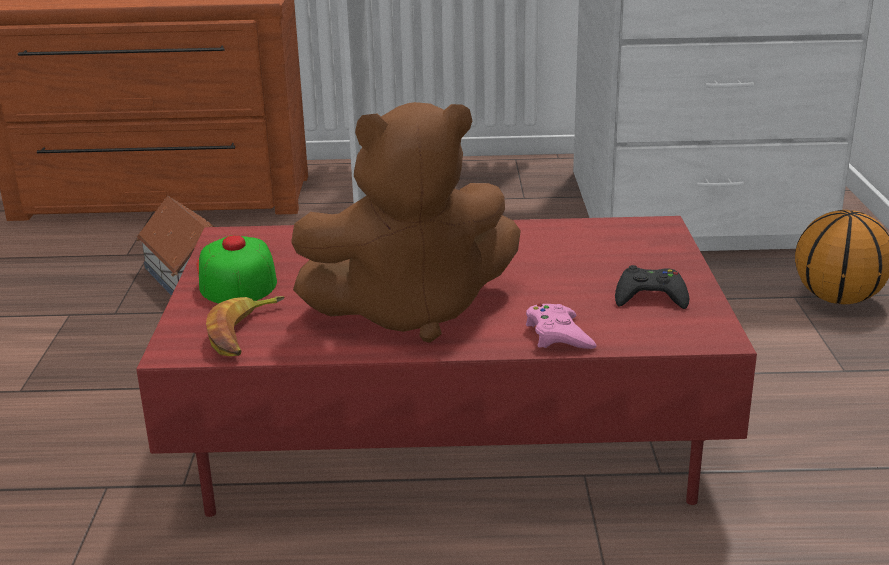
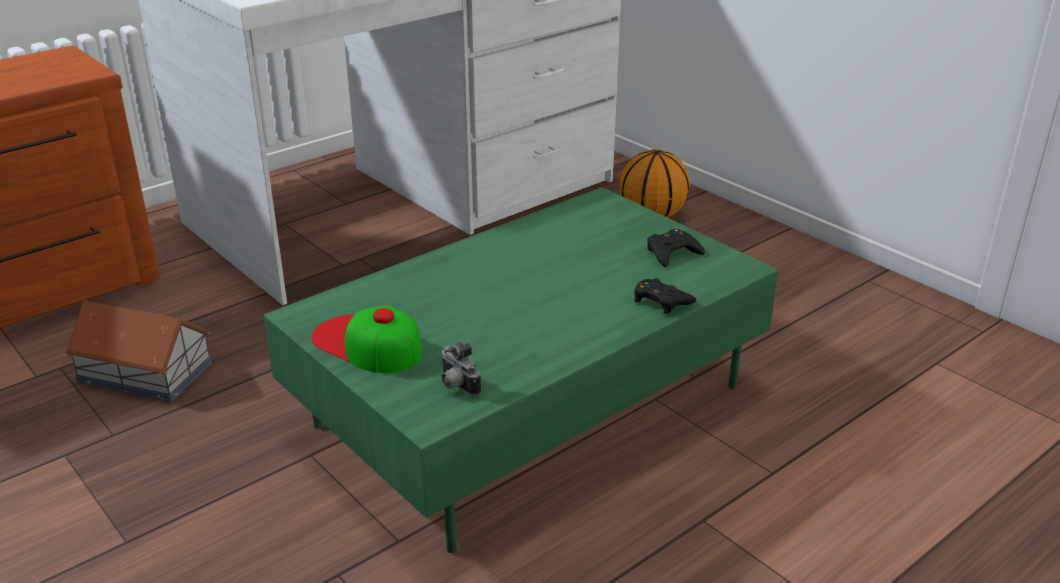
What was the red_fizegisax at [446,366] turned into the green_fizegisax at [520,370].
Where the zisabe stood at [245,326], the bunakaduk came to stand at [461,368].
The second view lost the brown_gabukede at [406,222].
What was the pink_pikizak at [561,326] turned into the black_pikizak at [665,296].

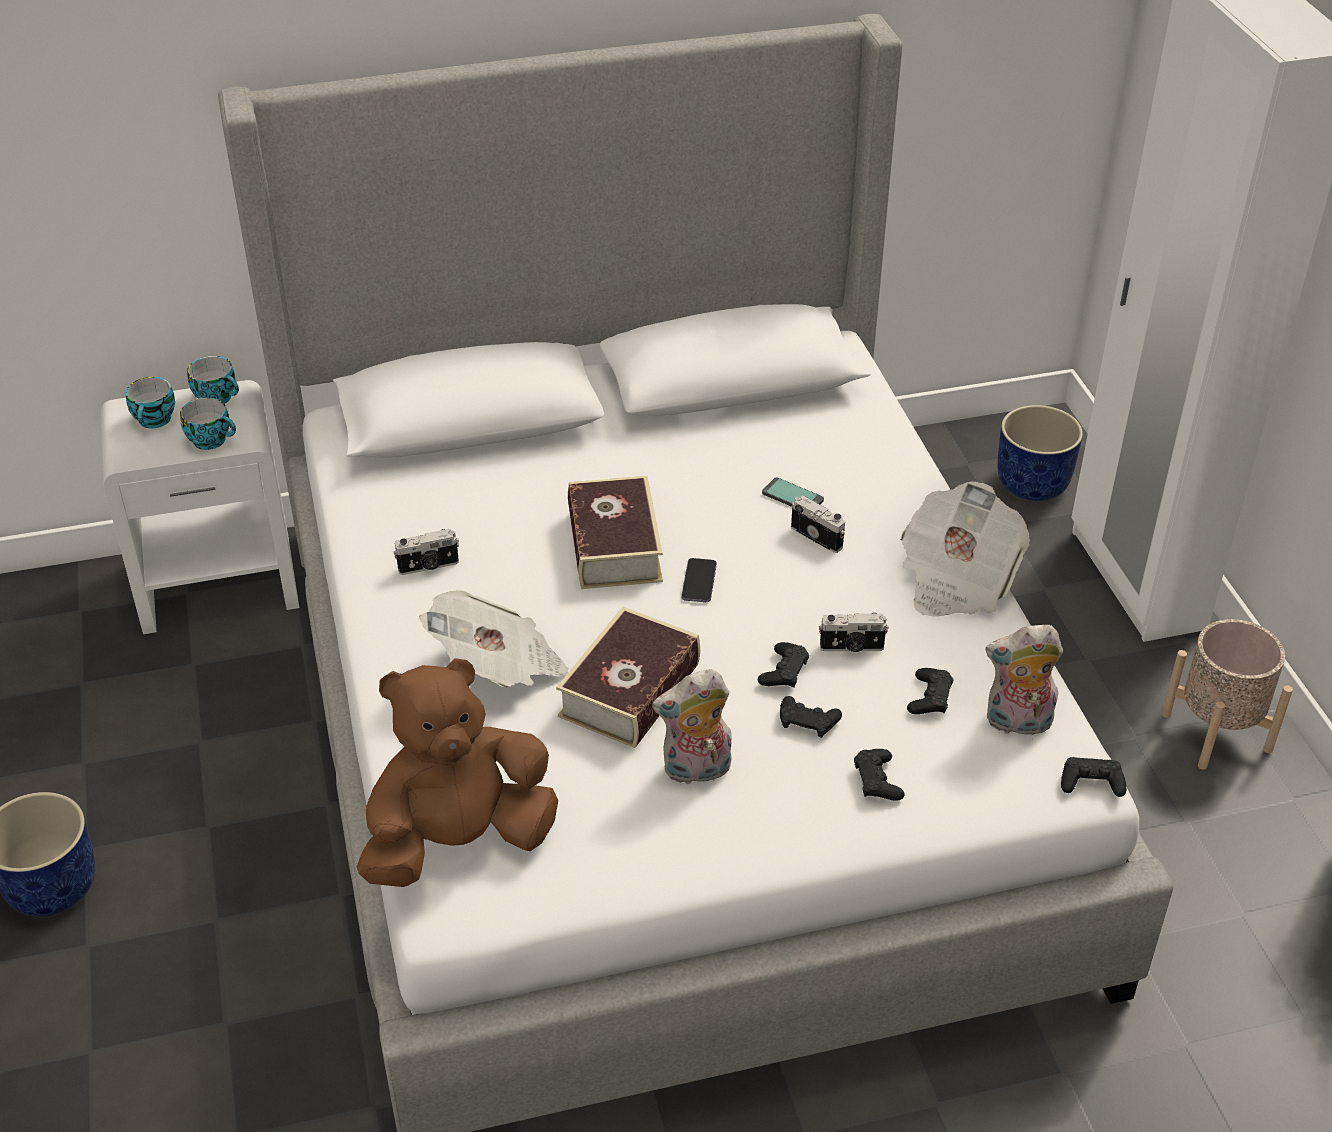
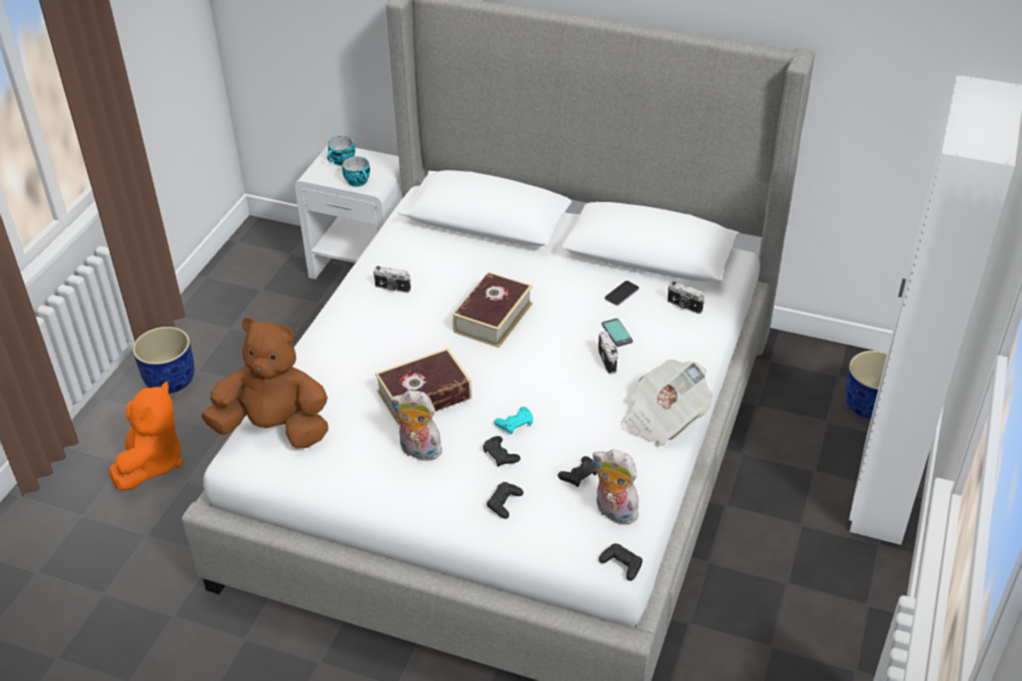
The second view lost the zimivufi at [213,380].
The second view lost the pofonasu at [494,639].
The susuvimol ended up elsewhere, having gone from [699,580] to [622,293].
What was the black_pikizak at [783,665] turned into the turquoise_pikizak at [513,420].
The bunakaduk ended up elsewhere, having gone from [854,632] to [686,298].
The second view lost the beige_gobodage at [1227,694].
The second view gained the orange_gabukede at [146,436].

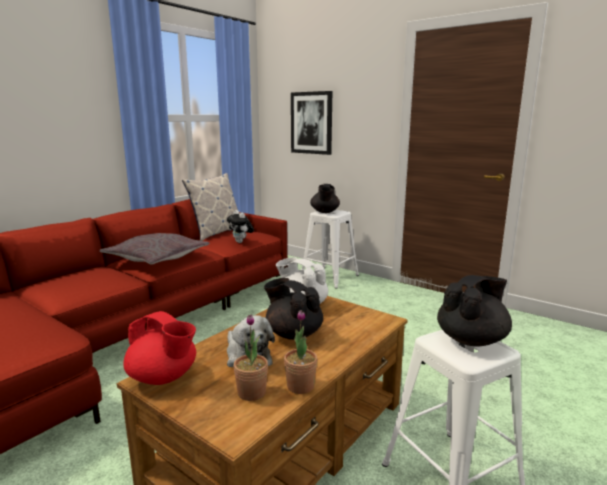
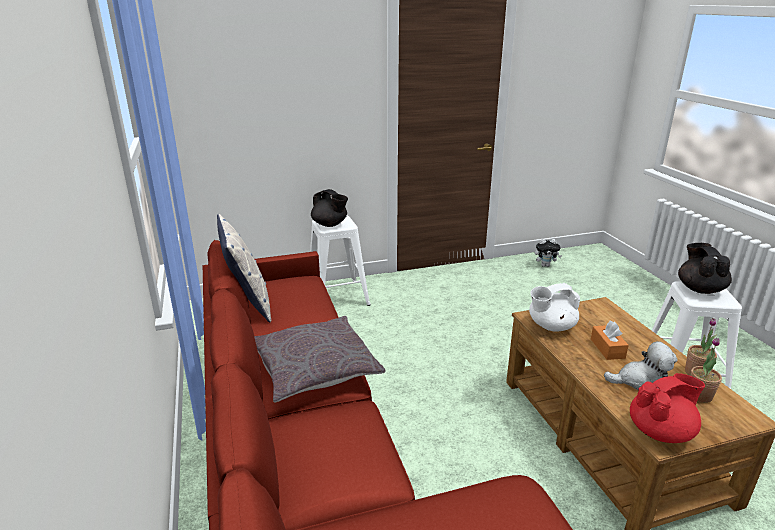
The gabukede ended up elsewhere, having gone from [240,226] to [548,253].
Where the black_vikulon stood at [293,309], the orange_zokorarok came to stand at [610,340].
The second view lost the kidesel at [311,123].

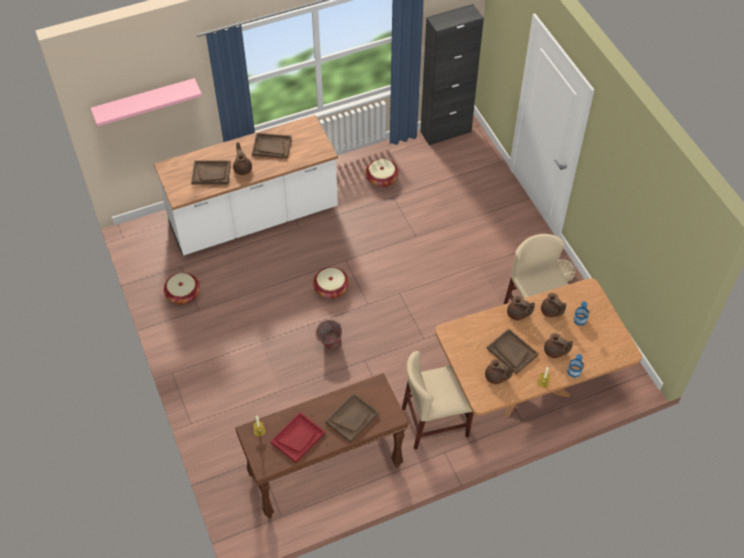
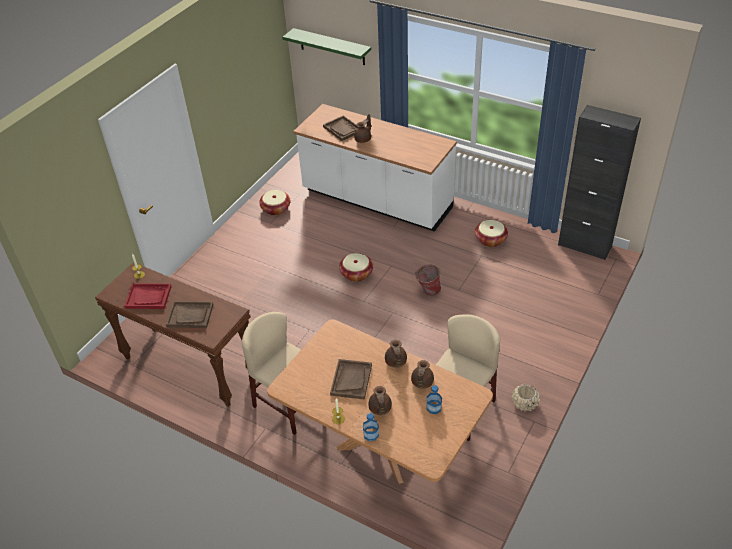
What was the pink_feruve at [146,102] turned into the green_feruve at [326,46].
The second view lost the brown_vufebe at [272,146].
The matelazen ended up elsewhere, having gone from [328,334] to [428,280].
The second view lost the brown_vikulon at [499,371].

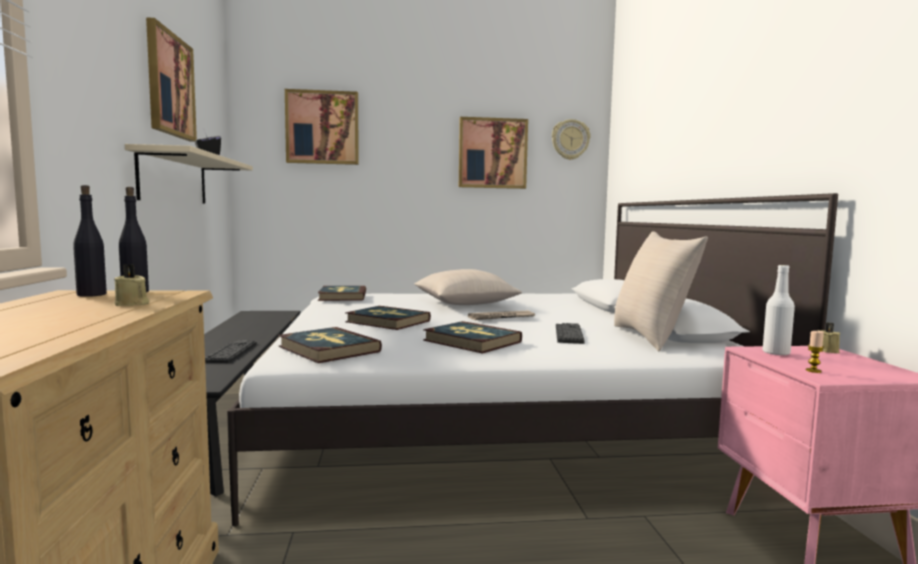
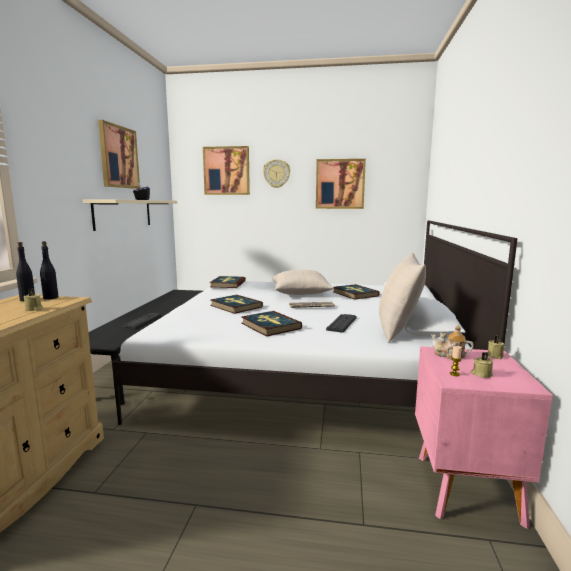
The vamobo ended up elsewhere, having gone from [330,345] to [356,292].
The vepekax ended up elsewhere, having gone from [571,139] to [276,173].
Where the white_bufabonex stood at [778,310], the vikulon came to stand at [452,342].
The second view gained the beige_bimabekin at [482,365].

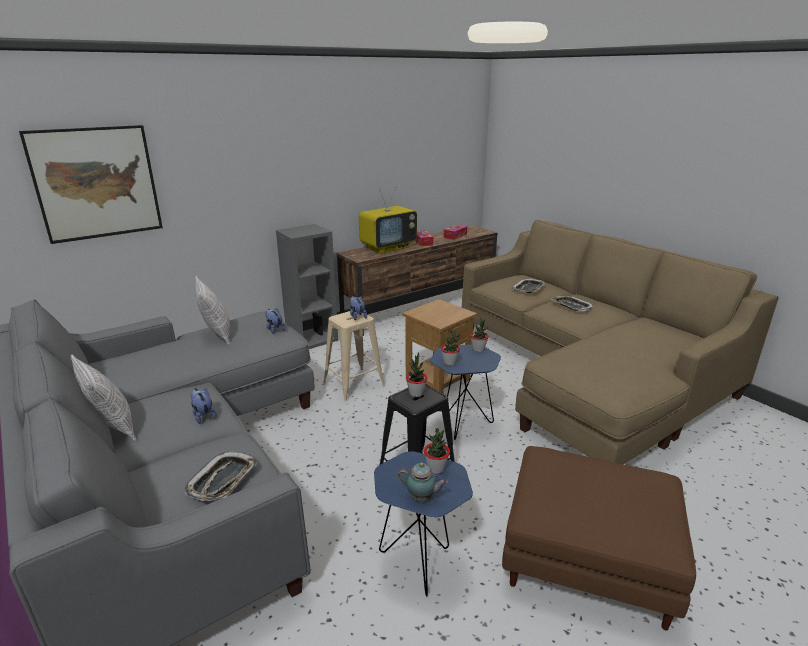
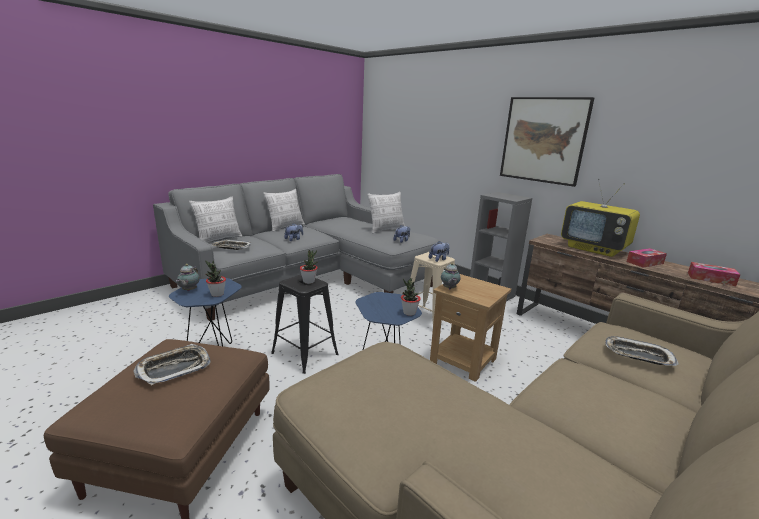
The kidesel ended up elsewhere, having gone from [91,184] to [547,142].
The second view lost the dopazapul at [450,348].
The vufebe ended up elsewhere, having gone from [572,303] to [172,364].
The second view gained the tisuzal at [216,220].
The second view gained the vikulon at [451,276].

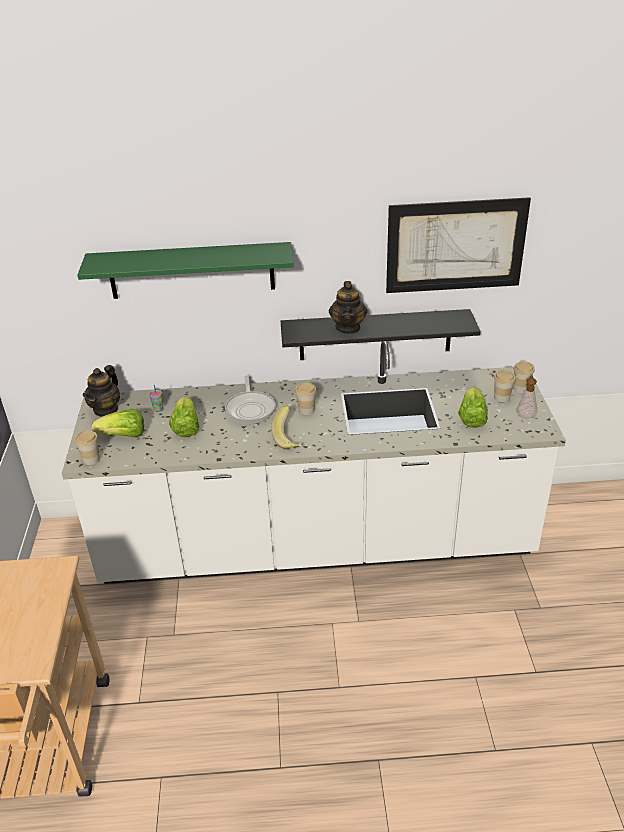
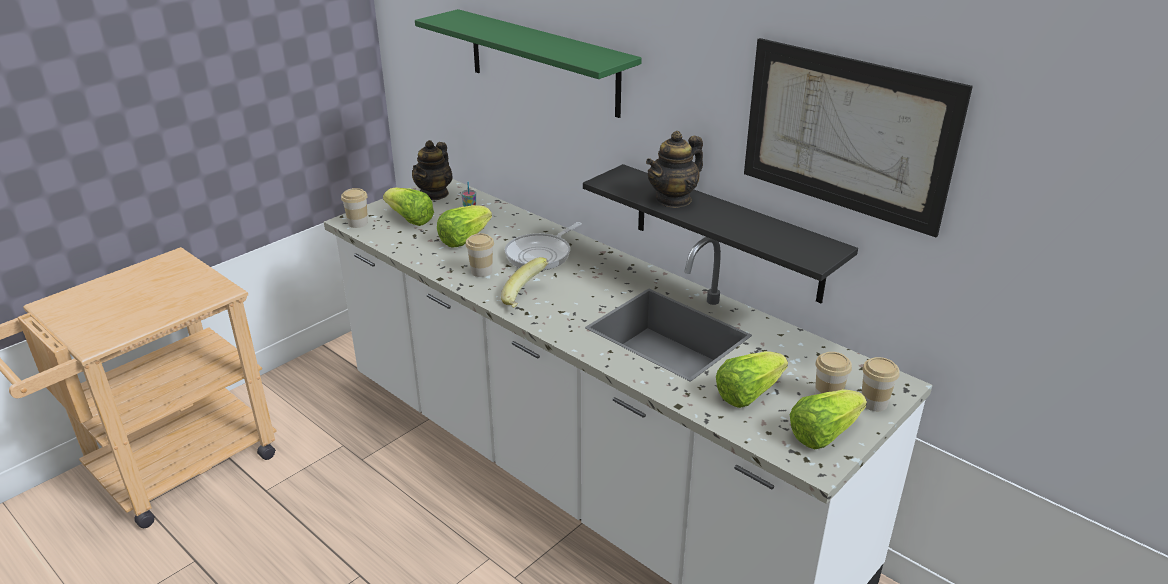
The vikulon at [101,391] ended up facing another way, 45 degrees counterclockwise from before.
The zimivufi ended up elsewhere, having gone from [306,398] to [479,255].
Where the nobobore stood at [526,397], the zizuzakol came to stand at [828,419].

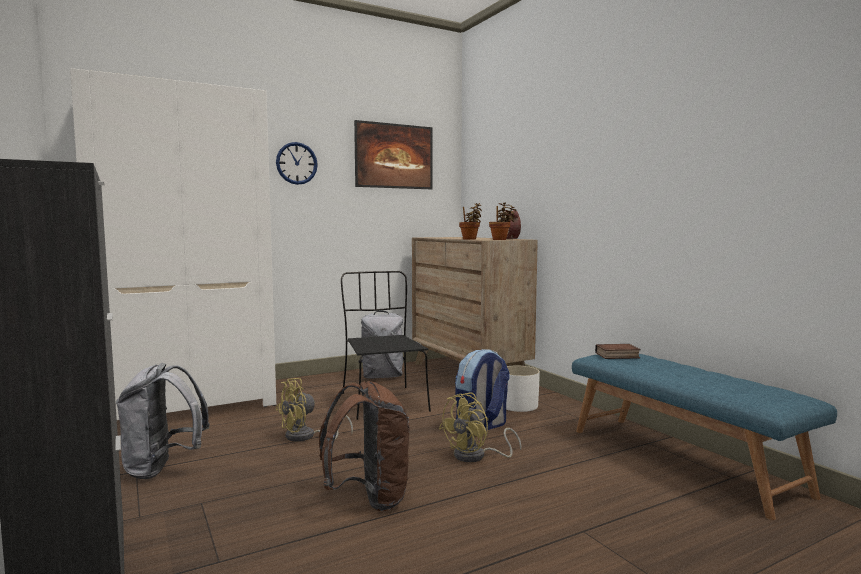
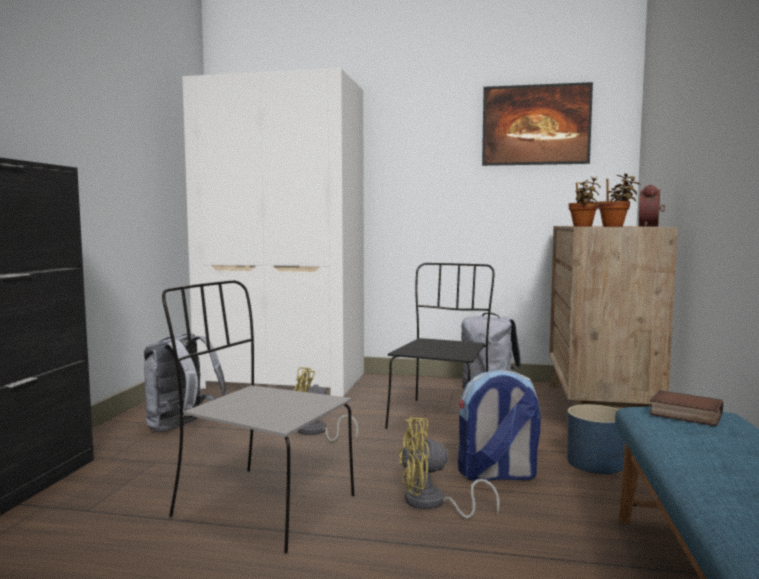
The second view lost the vepekax at [297,163].
Where the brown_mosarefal stood at [364,446], the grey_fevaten came to stand at [258,416].
What was the white_gobodage at [523,389] turned into the blue_gobodage at [596,439].

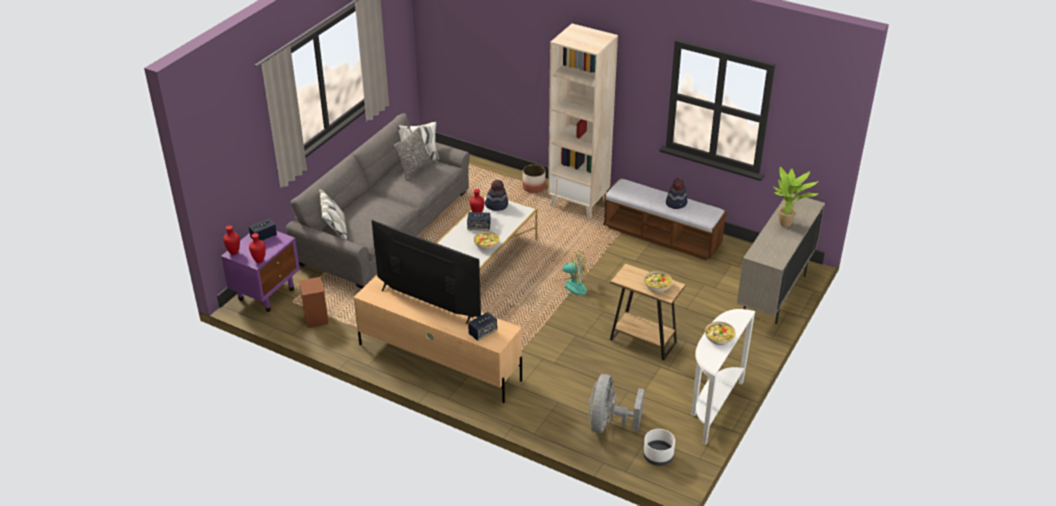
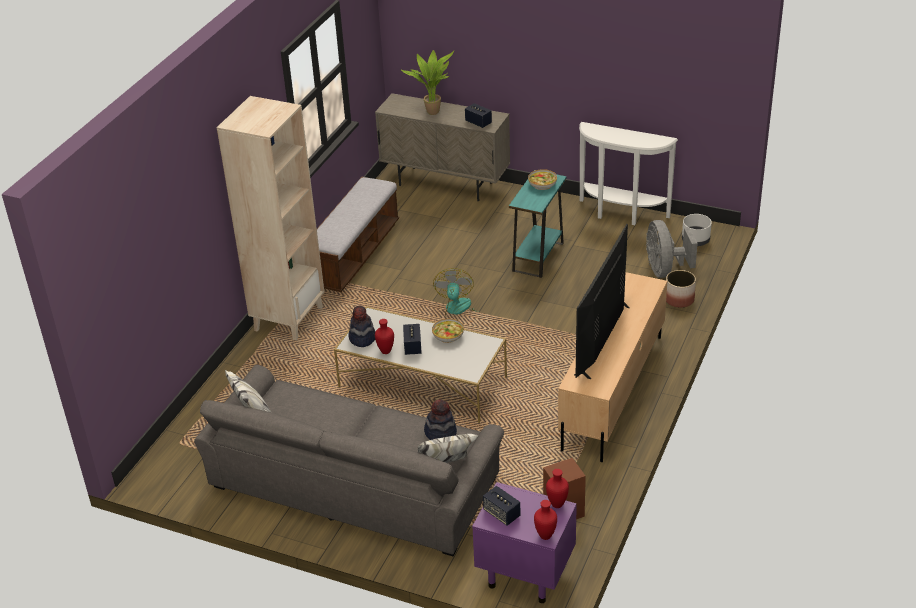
The second view lost the tisuzal at [413,154].
The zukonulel ended up elsewhere, having gone from [482,326] to [478,115].
The gobodage ended up elsewhere, having gone from [534,178] to [681,289].
The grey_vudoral at [616,403] ended up facing another way, 75 degrees clockwise from before.
What was the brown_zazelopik at [648,311] turned into the turquoise_zazelopik at [537,224].
The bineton ended up elsewhere, having gone from [677,193] to [440,419].
The second view lost the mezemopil at [720,333].

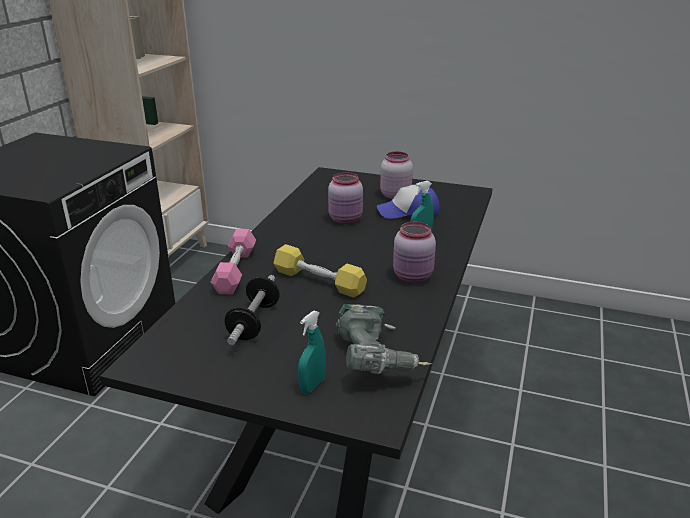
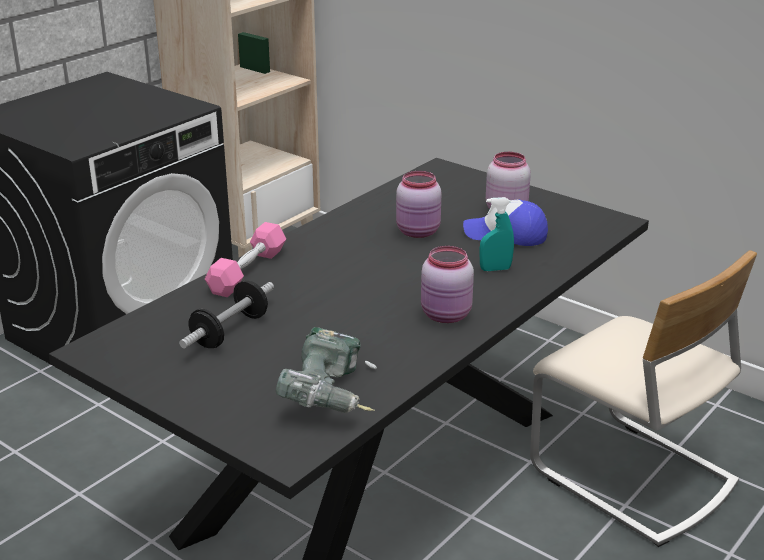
The second view lost the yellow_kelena at [320,270].
The second view lost the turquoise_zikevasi at [312,351].
The second view gained the beige_fevaten at [643,398].

